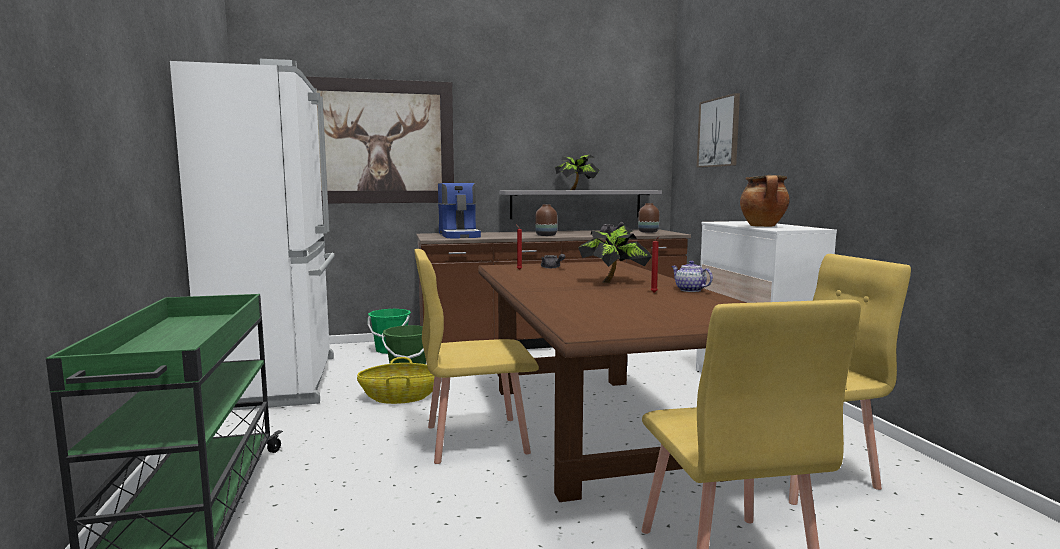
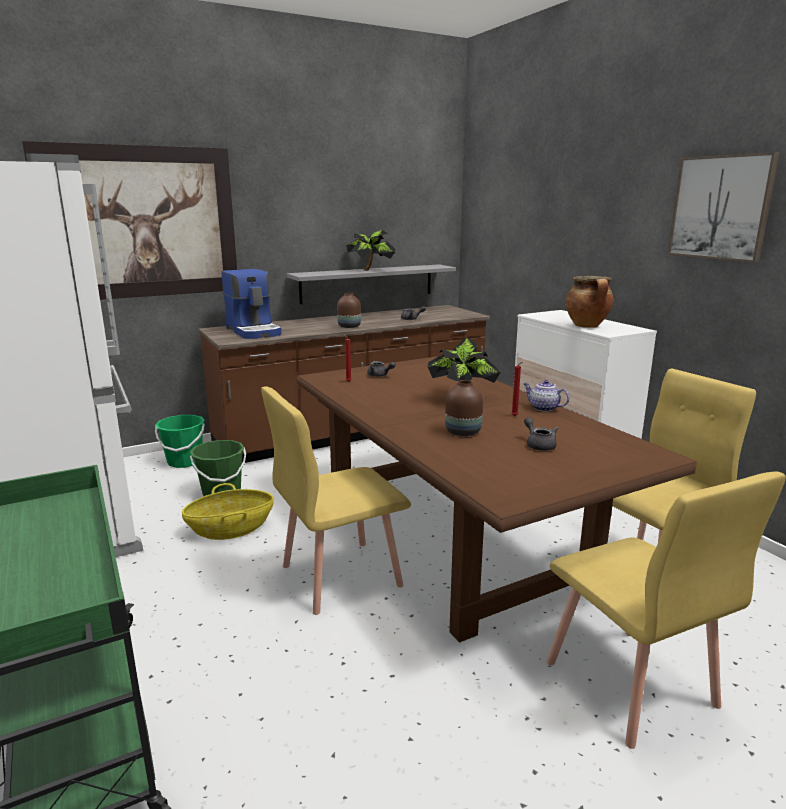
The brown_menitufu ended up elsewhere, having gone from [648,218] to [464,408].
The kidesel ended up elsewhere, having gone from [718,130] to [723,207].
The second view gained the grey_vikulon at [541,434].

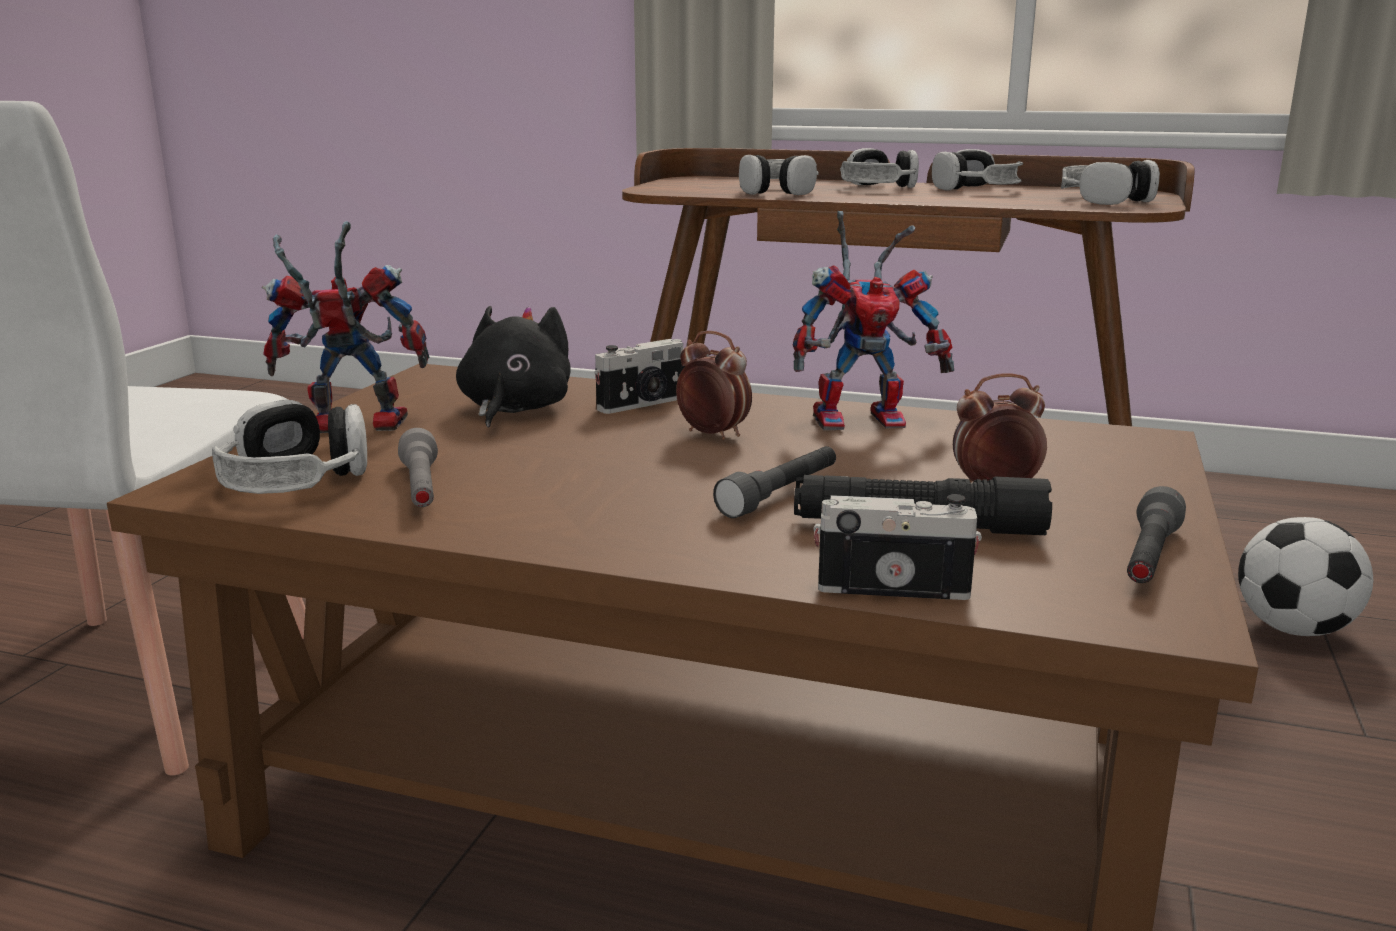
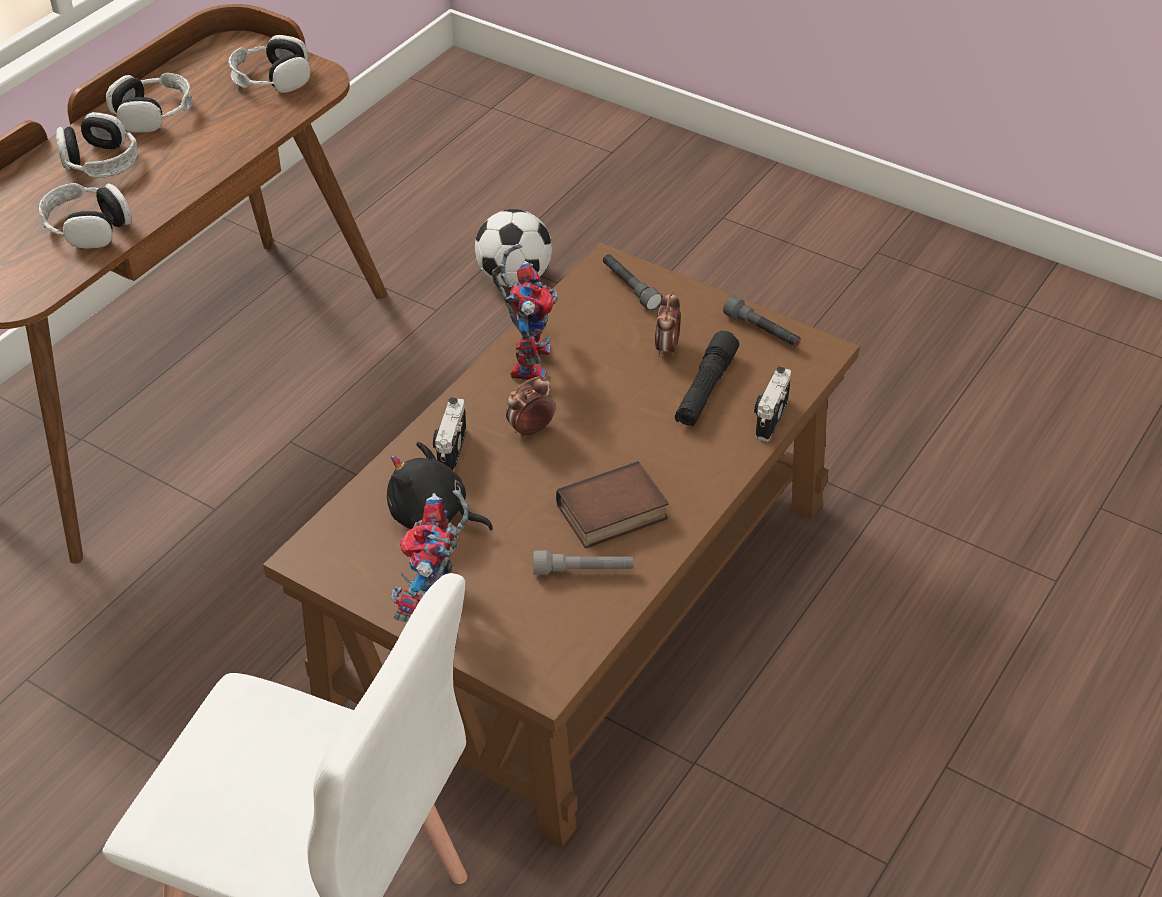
The second view lost the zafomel at [289,447].
The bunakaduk at [639,376] ended up facing another way, 150 degrees counterclockwise from before.
The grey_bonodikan ended up elsewhere, having gone from [774,482] to [633,282].
The second view gained the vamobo at [612,504].

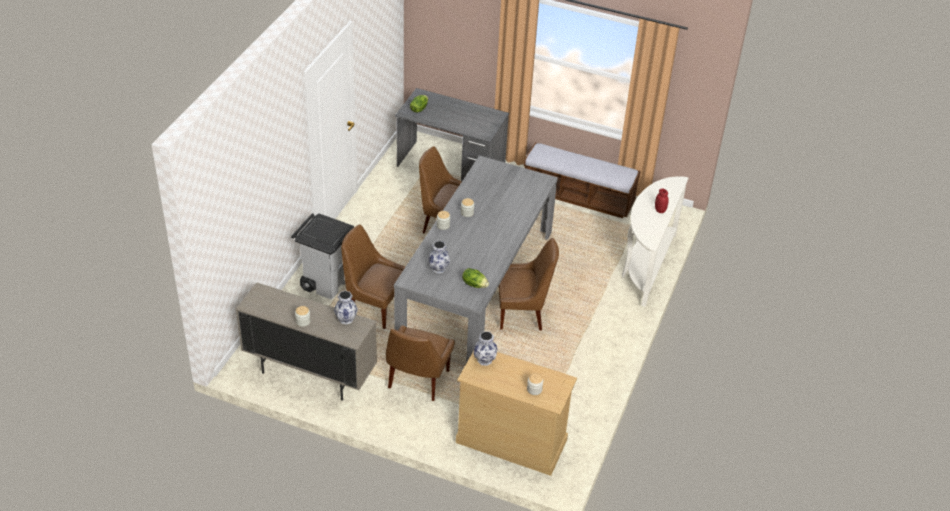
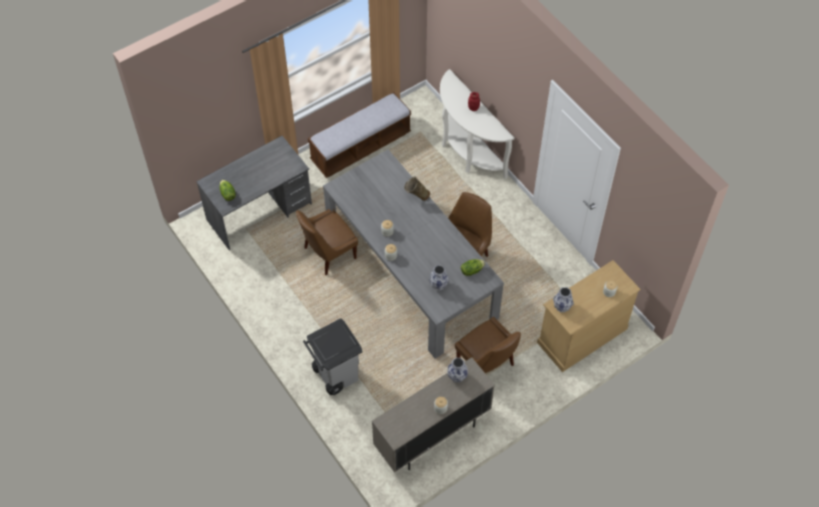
The second view lost the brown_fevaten at [373,277].
The second view gained the beige_menitufu at [417,188].

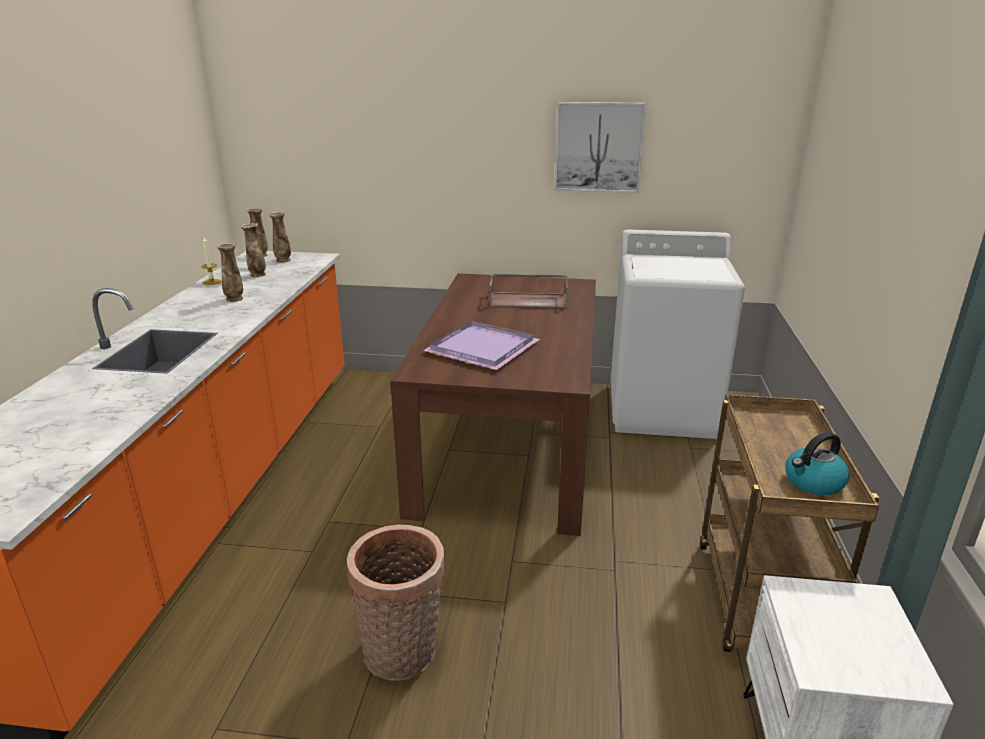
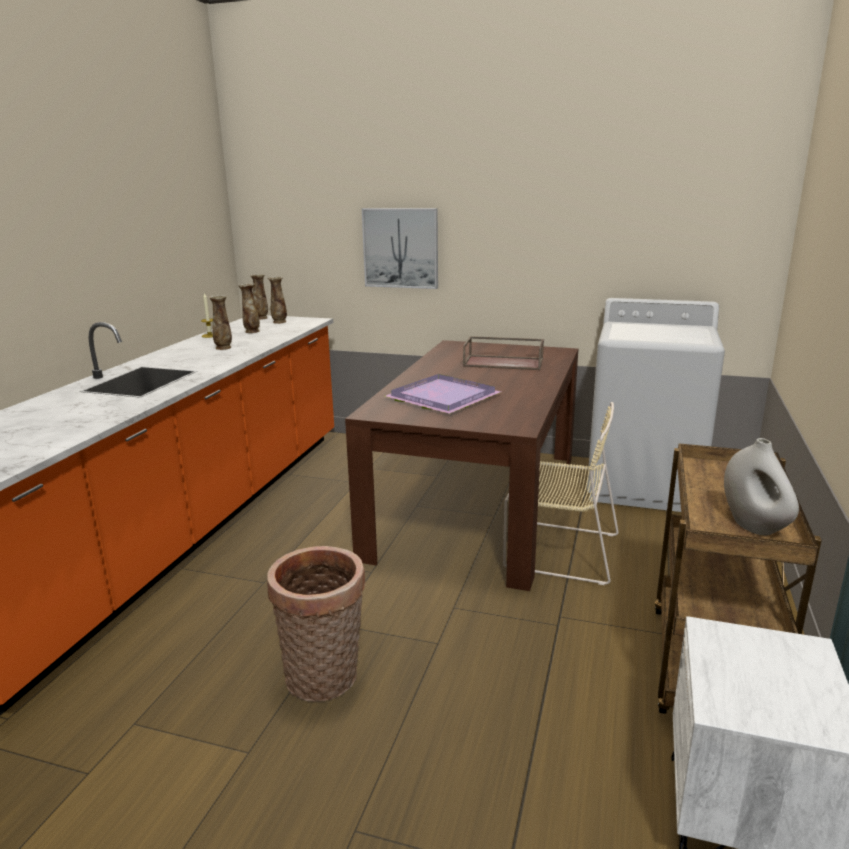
The kidesel ended up elsewhere, having gone from [600,147] to [400,248].
Where the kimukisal stood at [817,463], the white_menitufu came to stand at [761,486].
The second view gained the beige_fevaten at [561,493].

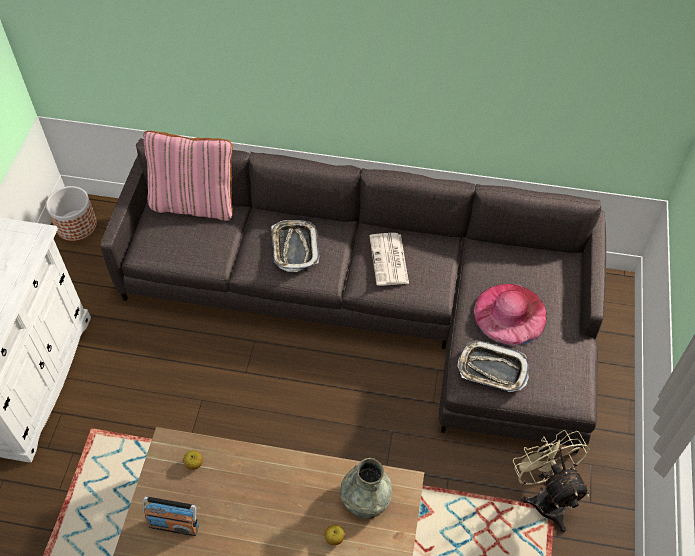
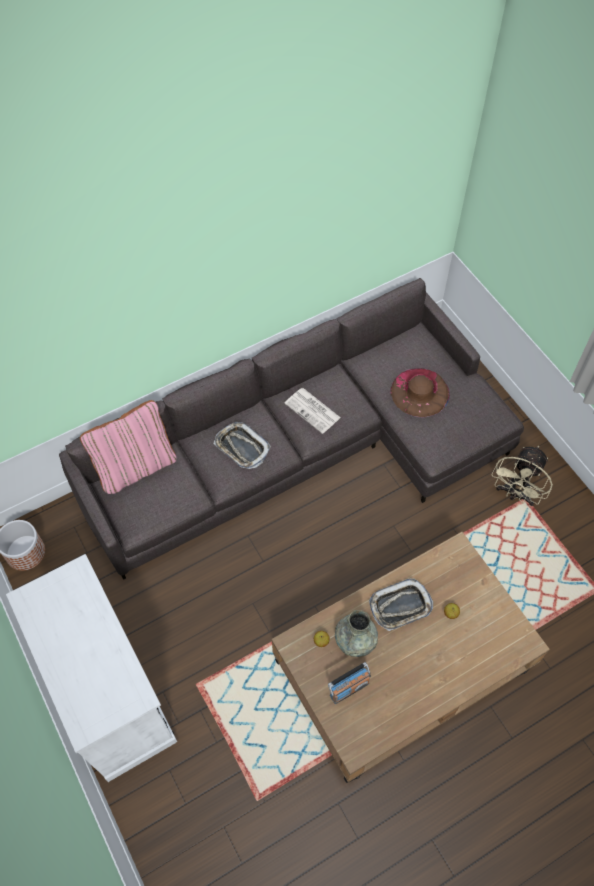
The grey_menitufu ended up elsewhere, having gone from [366,488] to [356,633].
The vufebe ended up elsewhere, having gone from [493,366] to [401,604].
What was the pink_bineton at [510,314] turned into the brown_bineton at [420,392].
The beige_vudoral at [551,481] ended up facing another way, 90 degrees counterclockwise from before.

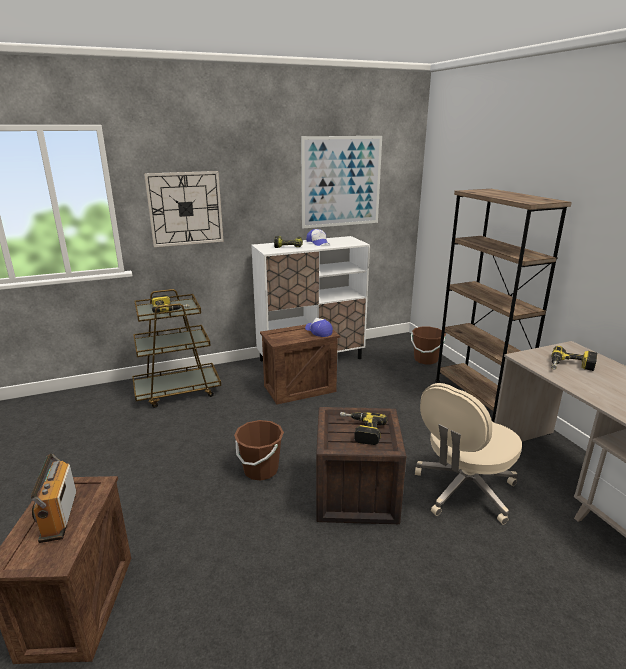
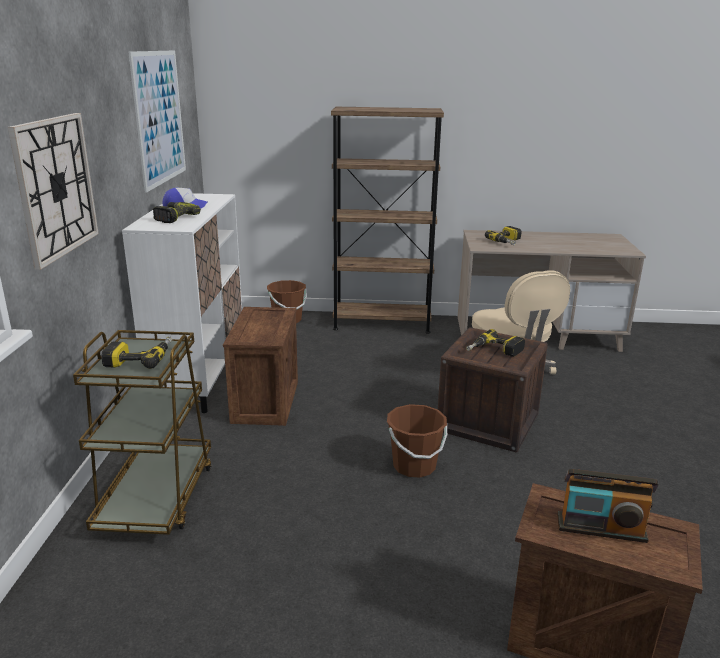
The second view lost the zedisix at [319,327].

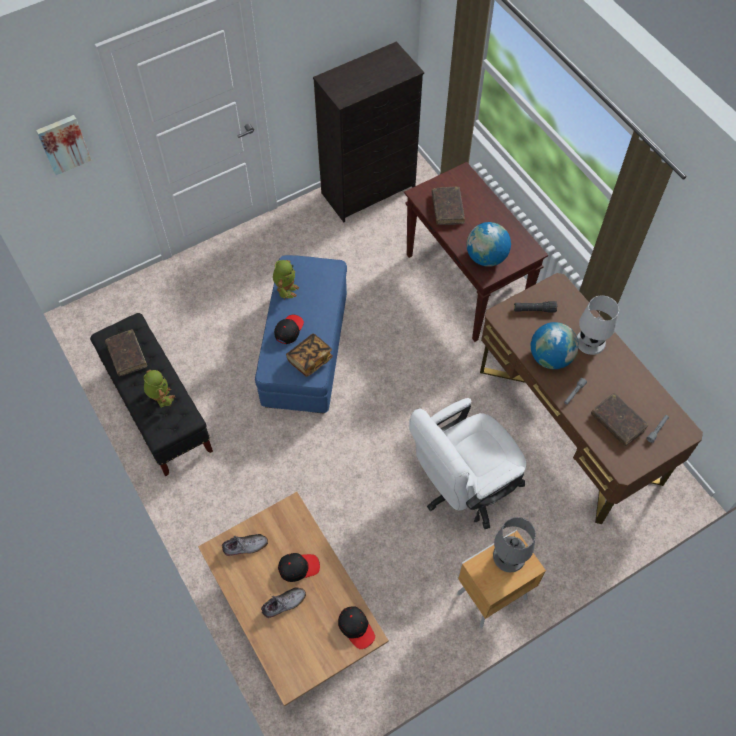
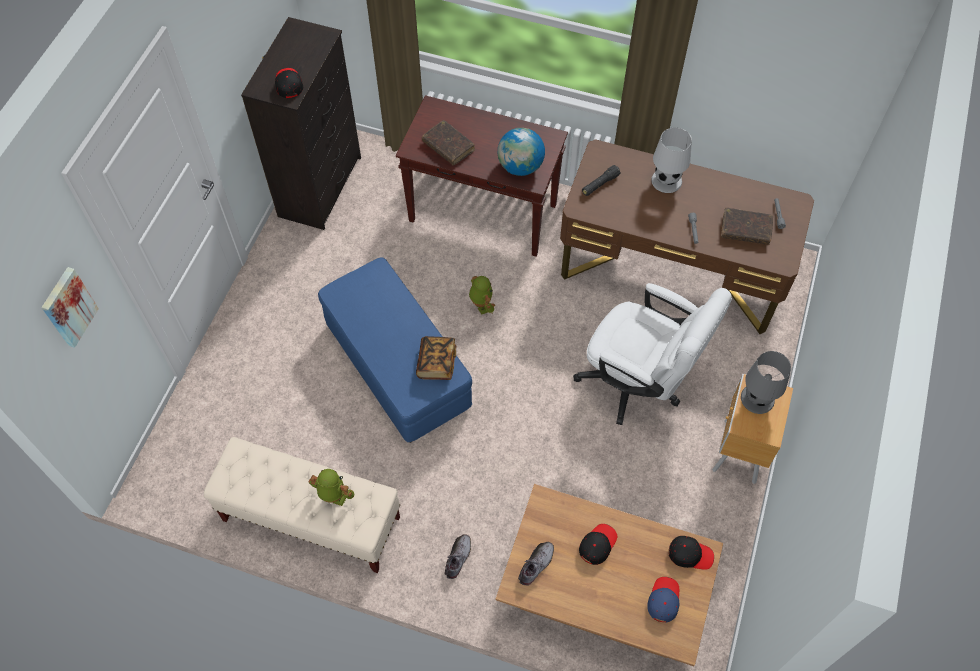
What was the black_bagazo at [151,394] turned into the beige_bagazo at [302,505].
The second view lost the brown_vamobo at [126,352].
The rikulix ended up elsewhere, having gone from [283,602] to [457,556].
The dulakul ended up elsewhere, having gone from [286,280] to [482,295].
The black_zedisix ended up elsewhere, having gone from [289,329] to [289,83].
The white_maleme at [467,463] ended up facing another way, 75 degrees counterclockwise from before.
The second view lost the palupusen at [555,345].
The second view gained the blue_zedisix at [663,599].

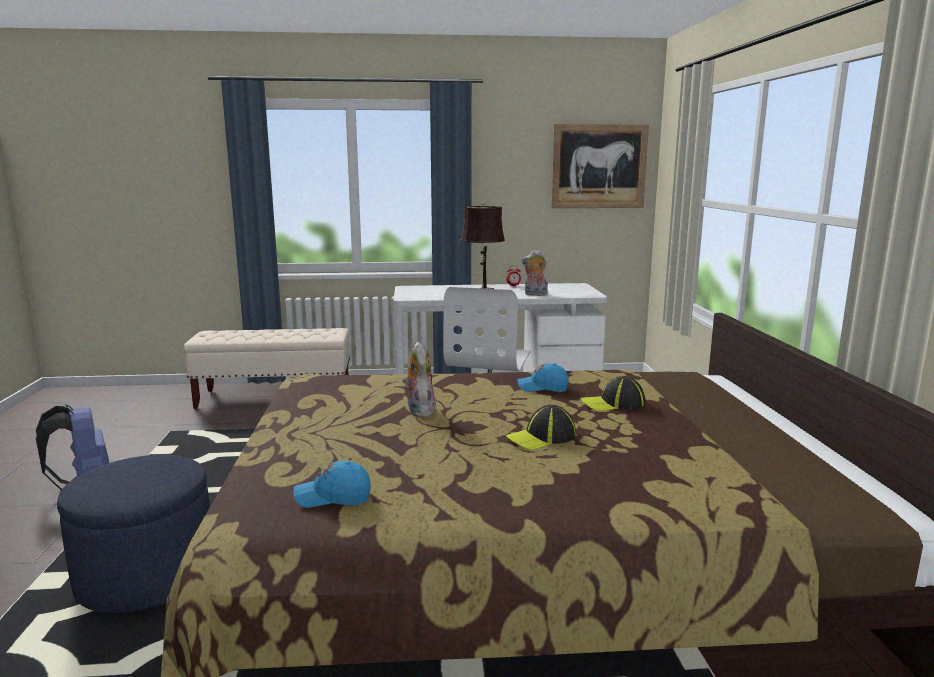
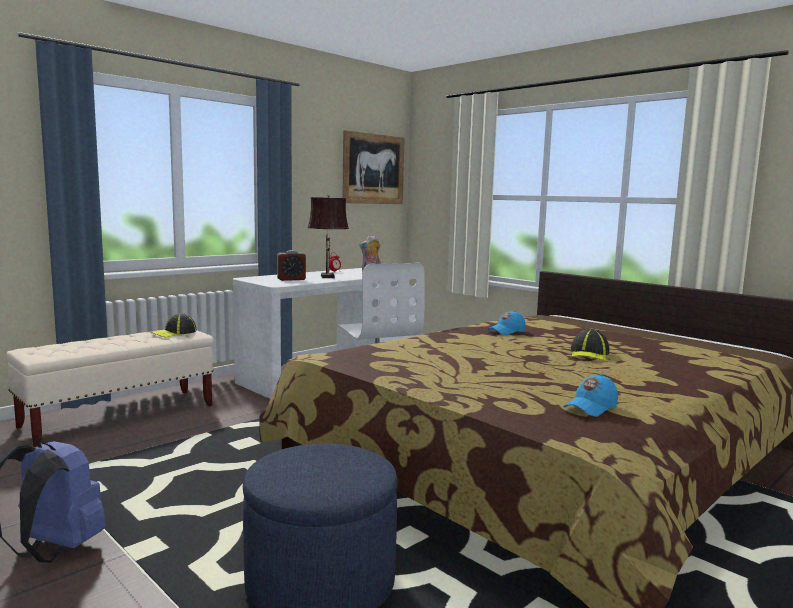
The second view lost the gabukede at [419,379].
The zedisix ended up elsewhere, having gone from [612,393] to [174,325].
The second view gained the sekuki at [291,265].

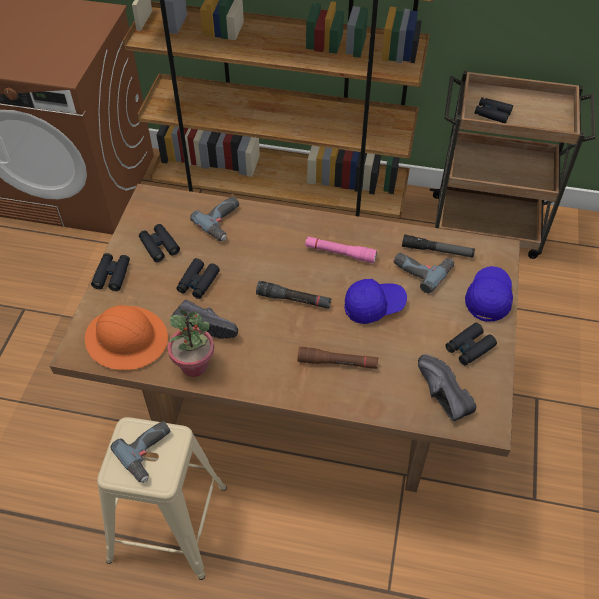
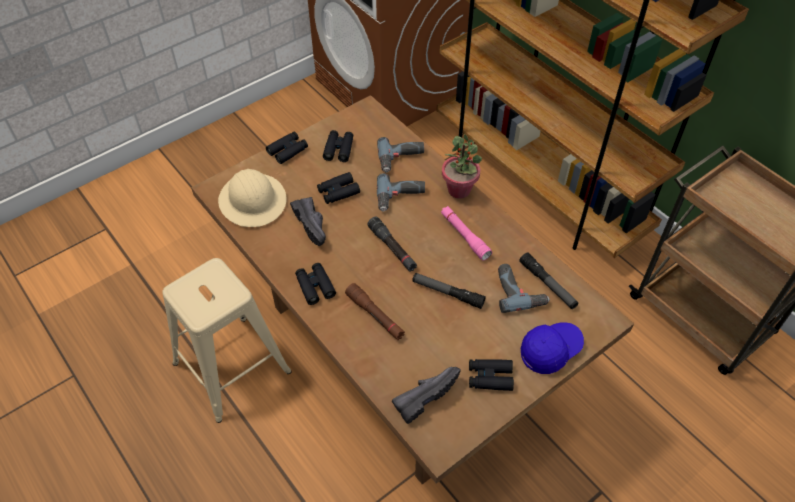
What was the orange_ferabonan at [126,337] turned into the beige_ferabonan at [252,198].
The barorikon ended up elsewhere, having gone from [140,452] to [401,192].
The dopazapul ended up elsewhere, having gone from [190,343] to [462,166].
Where the blue_zedisix stood at [375,301], the bonodikan came to stand at [449,291].
The black_rikulix at [447,387] ended up facing another way, 45 degrees clockwise from before.
The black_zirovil ended up elsewhere, having gone from [494,110] to [315,284].

